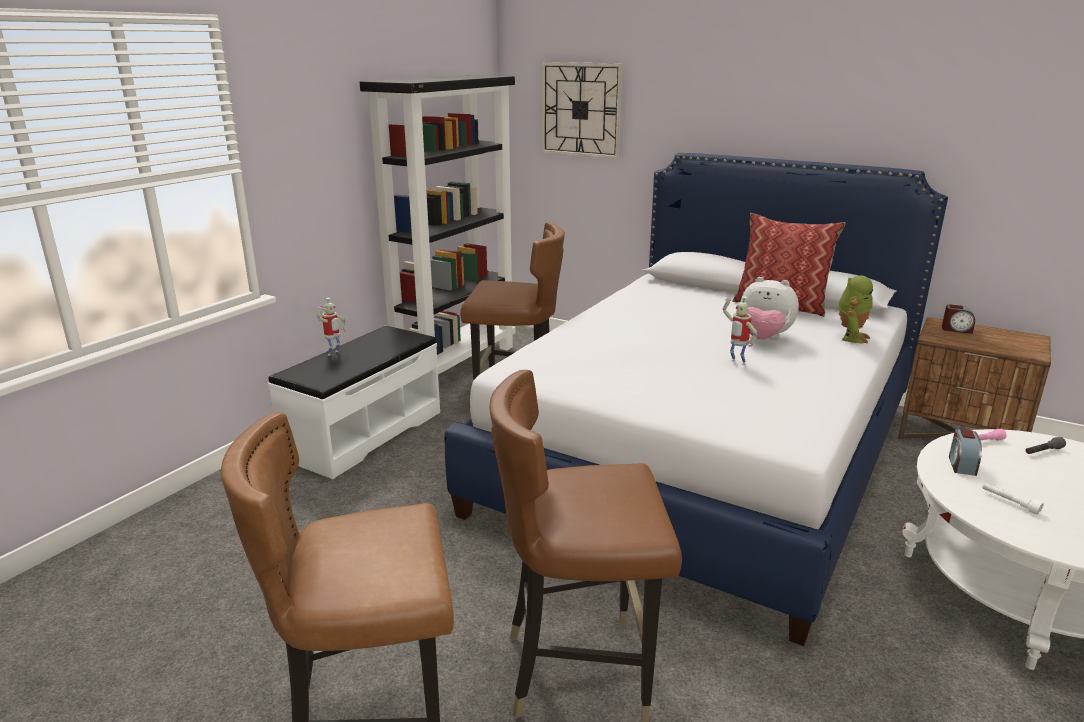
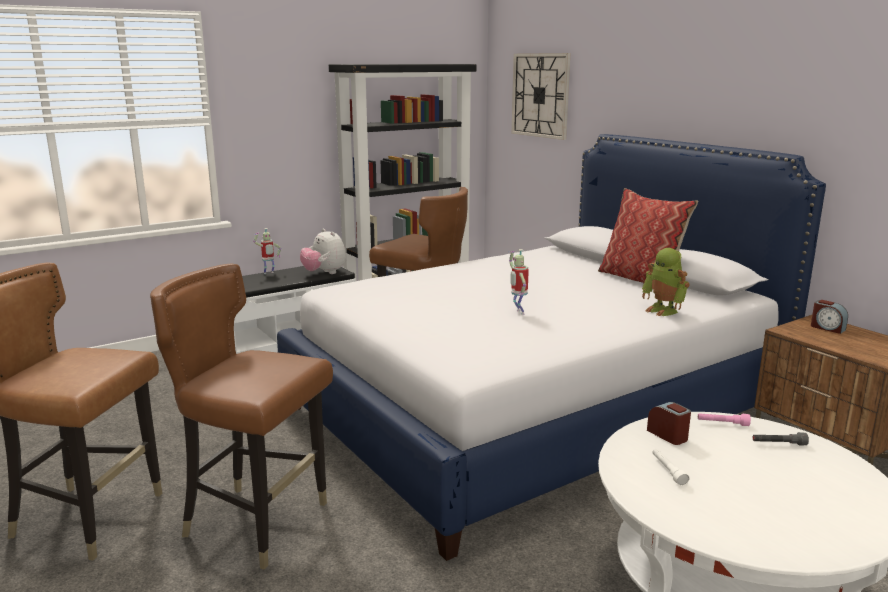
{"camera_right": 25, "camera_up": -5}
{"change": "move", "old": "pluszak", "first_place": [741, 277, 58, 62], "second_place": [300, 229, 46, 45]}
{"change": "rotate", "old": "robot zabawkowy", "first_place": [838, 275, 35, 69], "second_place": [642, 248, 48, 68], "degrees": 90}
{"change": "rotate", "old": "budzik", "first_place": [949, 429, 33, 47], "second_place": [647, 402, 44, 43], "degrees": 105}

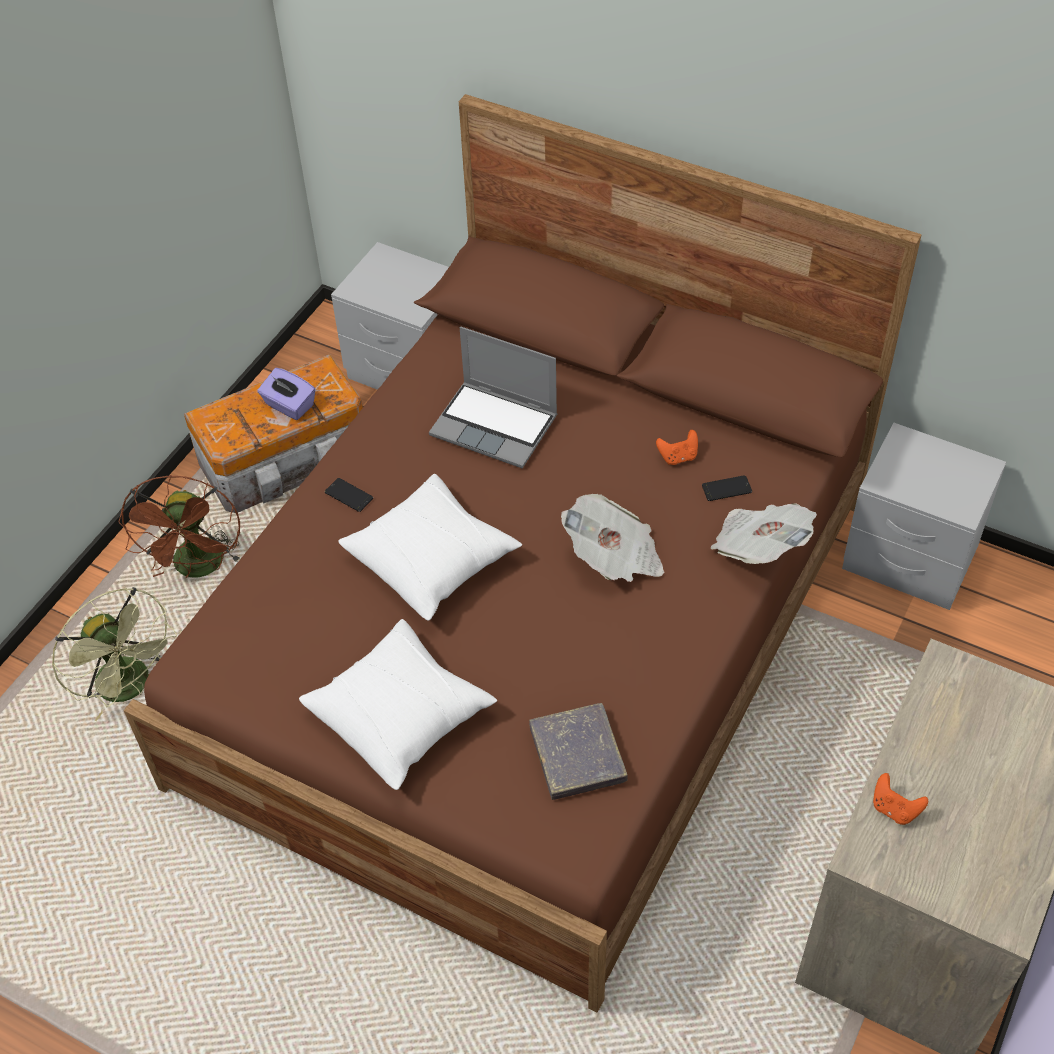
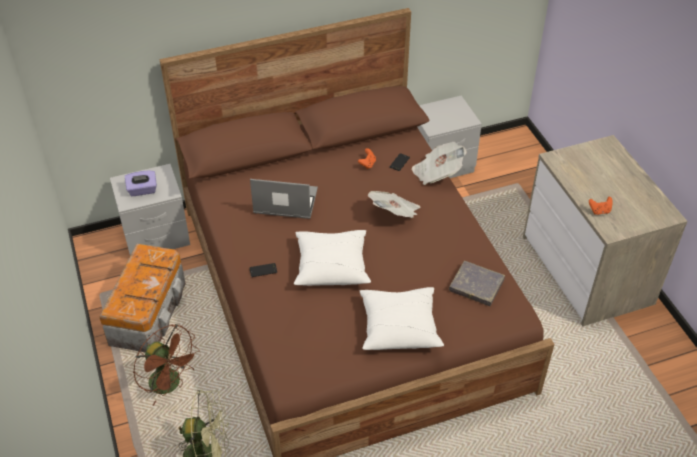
{"camera_right": -50, "camera_up": -5}
{"change": "move", "old": "pudełko chusteczek (fioletowy)", "first_place": [258, 368, 57, 52], "second_place": [125, 170, 32, 26]}
{"change": "rotate", "old": "laptop", "first_place": [429, 327, 128, 141], "second_place": [250, 179, 68, 40], "degrees": -150}

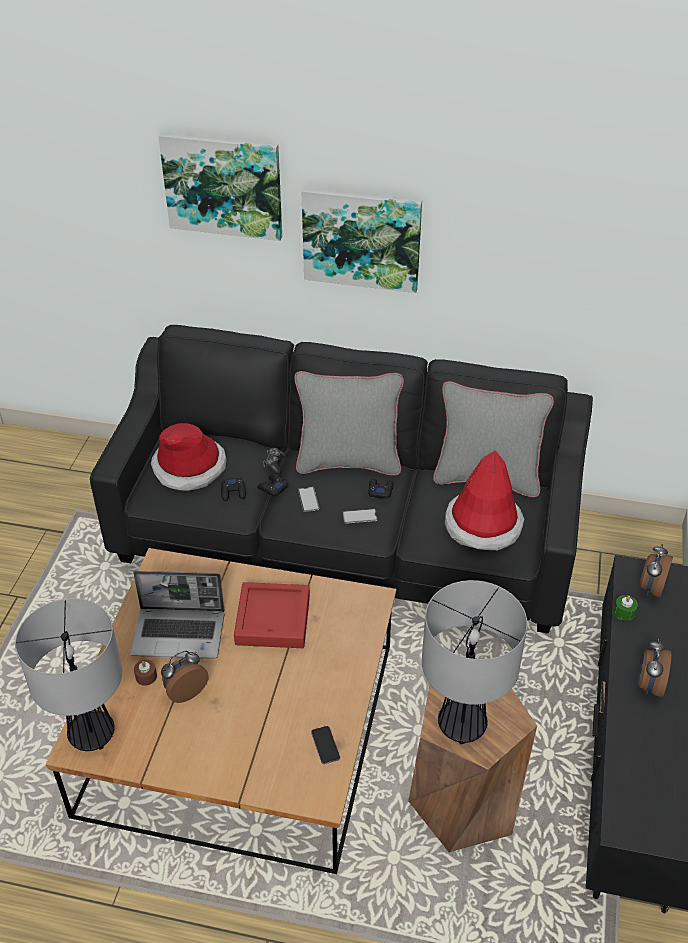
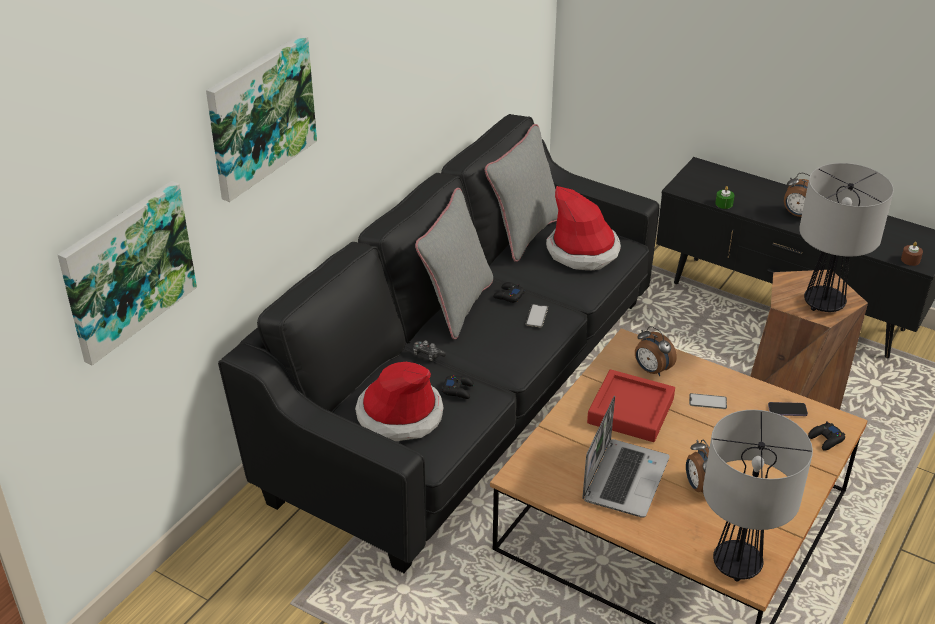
{"camera_right": -70, "camera_up": -5}
{"change": "move", "old": "świeca (brązowy)", "first_place": [134, 660, 23, 26], "second_place": [901, 242, 22, 24]}
{"change": "move", "old": "pad do gier (czarny)", "first_place": [257, 474, 31, 22], "second_place": [808, 421, 38, 30]}
{"change": "move", "old": "telefon", "first_place": [298, 486, 22, 26], "second_place": [689, 393, 38, 16]}
{"change": "move", "old": "obraz", "first_place": [302, 187, 120, 106], "second_place": [57, 181, 140, 184]}
{"change": "move", "old": "budzik", "first_place": [639, 544, 34, 54], "second_place": [635, 326, 42, 50]}

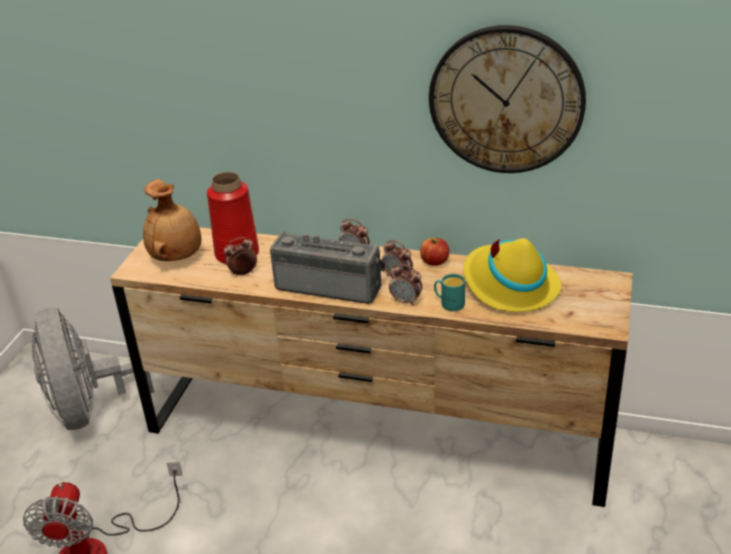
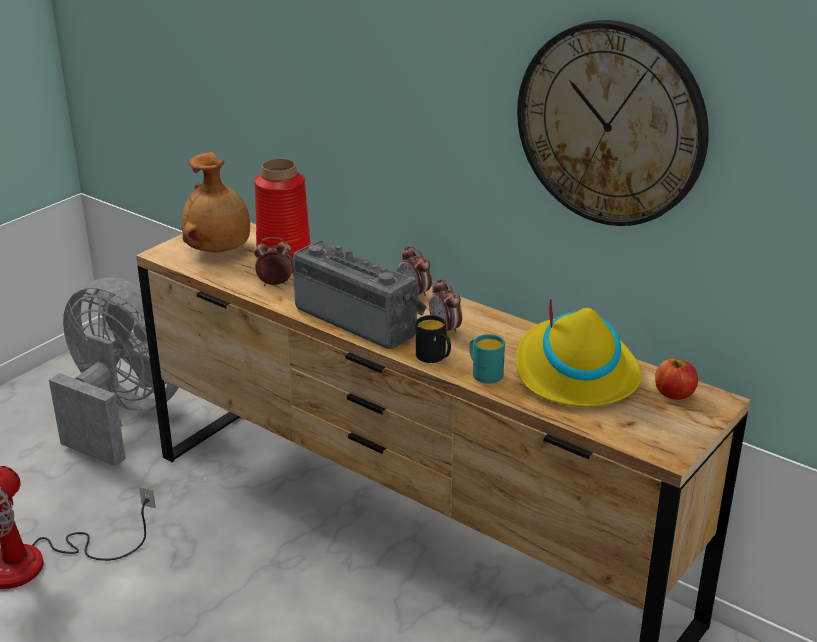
{"camera_right": 20, "camera_up": -5}
{"change": "move", "old": "jabłko", "first_place": [420, 238, 29, 28], "second_place": [655, 359, 43, 41]}
{"change": "replace", "old": "budzik", "new": "kubek (czarny)", "first_place": [389, 264, 33, 42], "second_place": [416, 315, 35, 48]}
{"change": "rotate", "old": "wentylator (szary)", "first_place": [32, 308, 122, 122], "second_place": [49, 278, 130, 189], "degrees": 120}

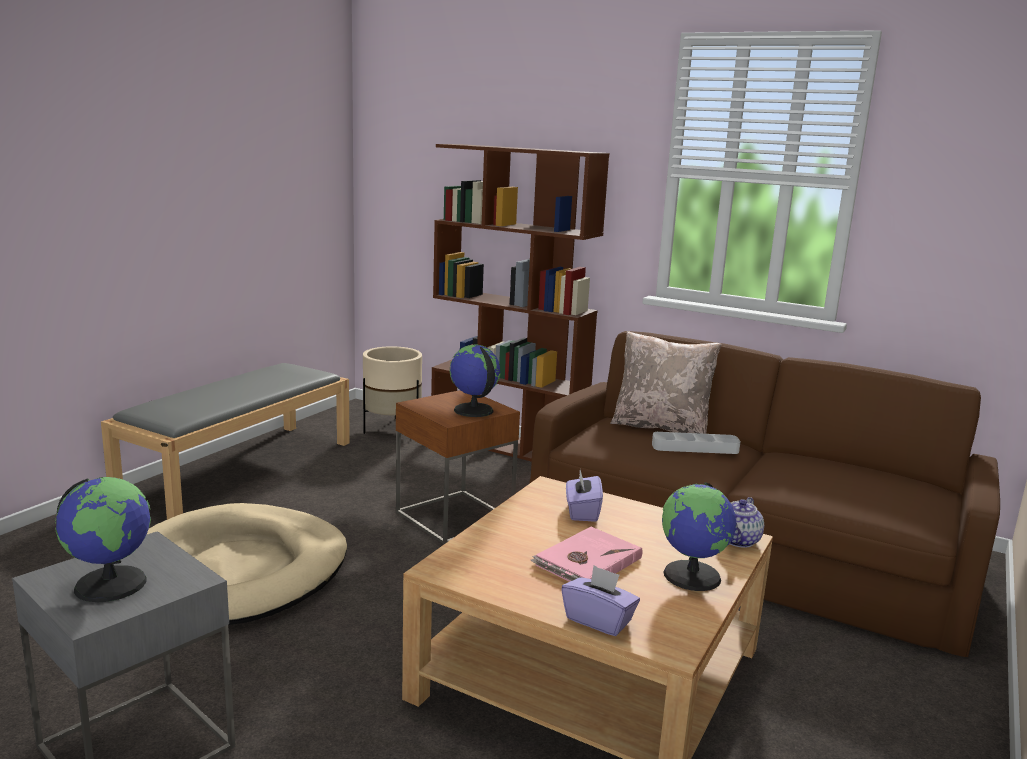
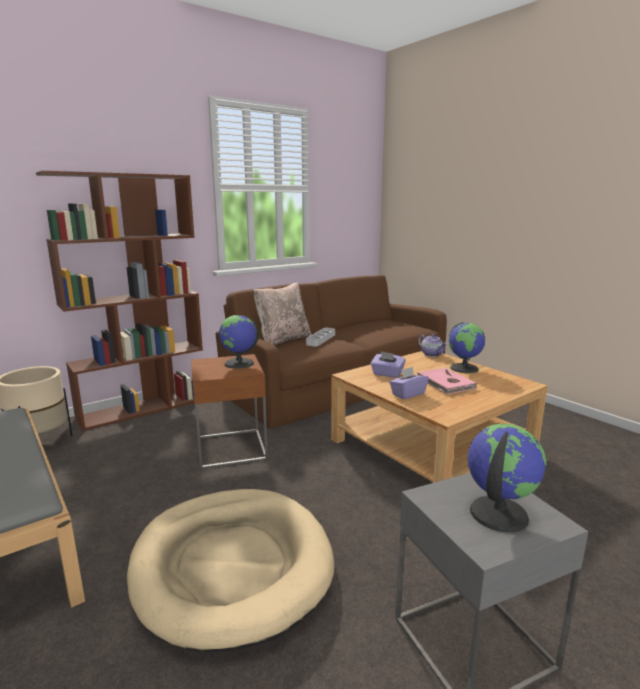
{"camera_right": -65, "camera_up": 0}
{"change": "move", "old": "pudełko chusteczek (fioletowy)", "first_place": [561, 565, 79, 71], "second_place": [389, 367, 40, 32]}

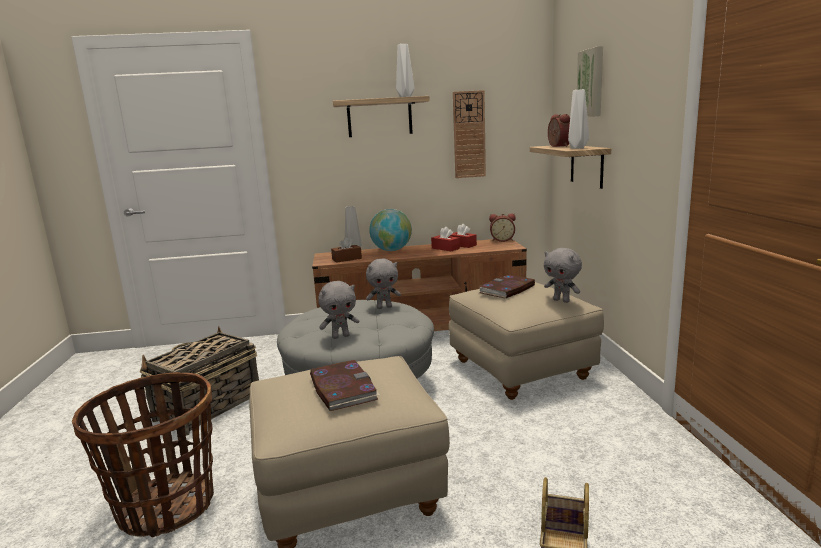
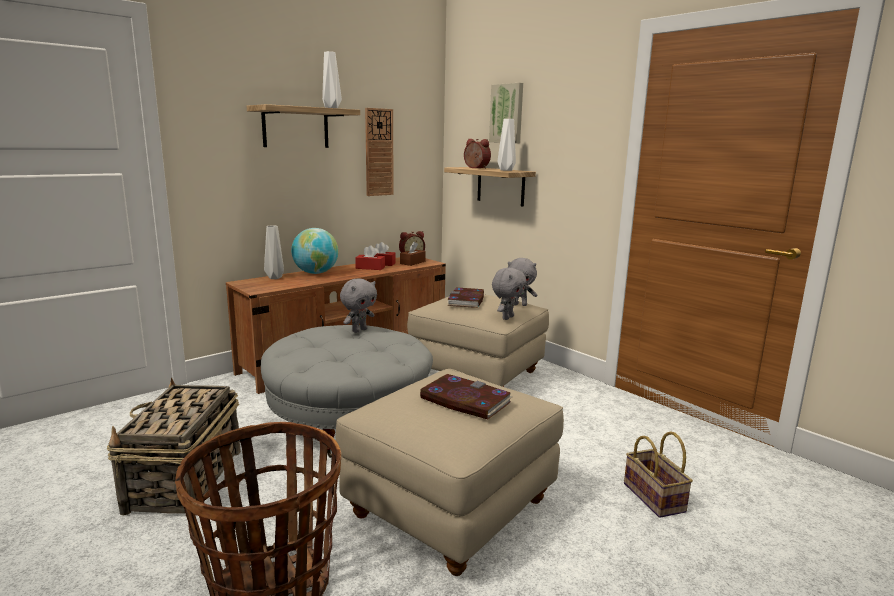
{"camera_right": -35, "camera_up": 0}
{"change": "move", "old": "pluszak (szary)", "first_place": [318, 281, 41, 58], "second_place": [492, 268, 34, 52]}
{"change": "move", "old": "pudełko chusteczek (brązowy)", "first_place": [331, 237, 31, 26], "second_place": [400, 242, 26, 24]}

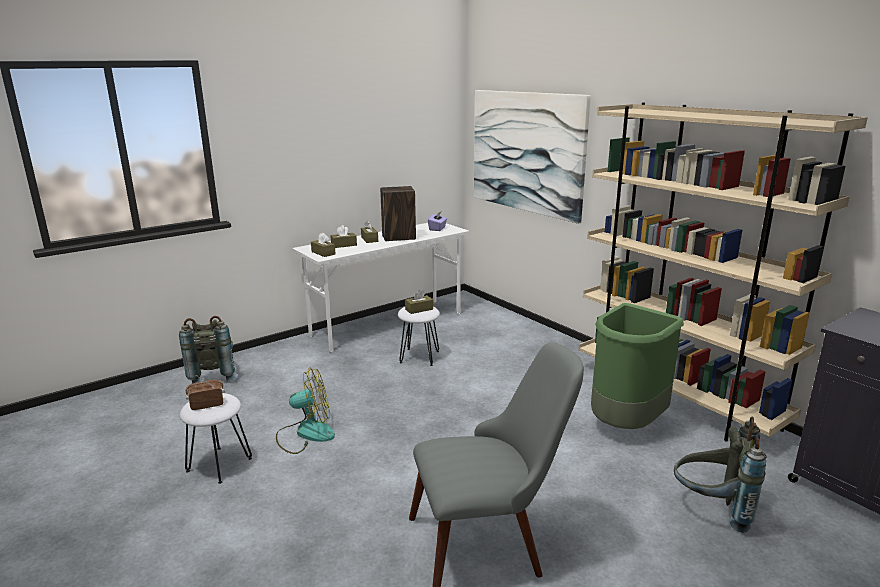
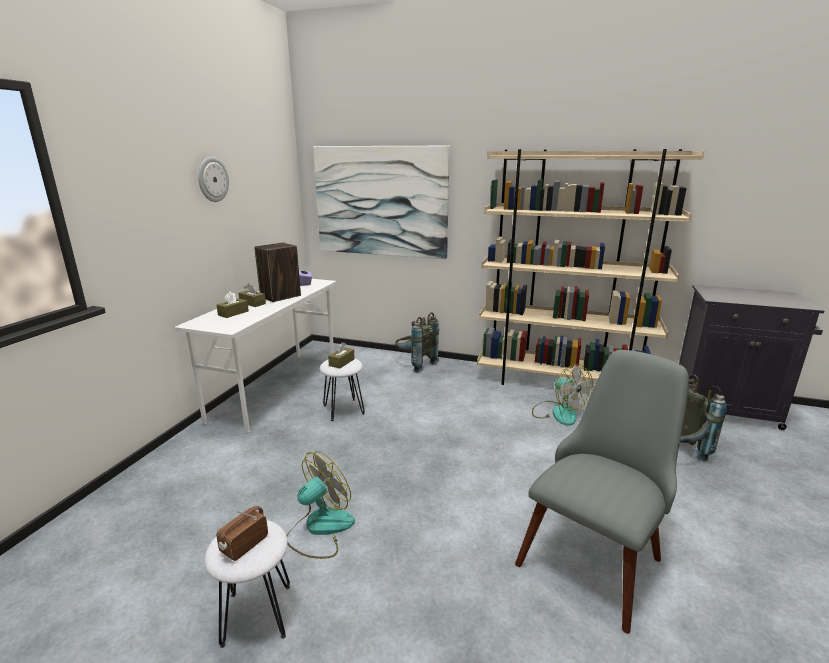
{"camera_right": -35, "camera_up": 0}
{"change": "delete", "old": "pudełko chusteczek (brązowy)", "first_place": [311, 233, 25, 24]}
{"change": "insert", "new": "zegar ścienny", "second_place": [198, 157, 31, 45]}
{"change": "move", "old": "plecak (szary)", "first_place": [179, 316, 59, 68], "second_place": [395, 312, 44, 60]}
{"change": "replace", "old": "kosz na śmieci (zielony)", "new": "wentylator", "first_place": [591, 303, 93, 126], "second_place": [532, 364, 61, 62]}

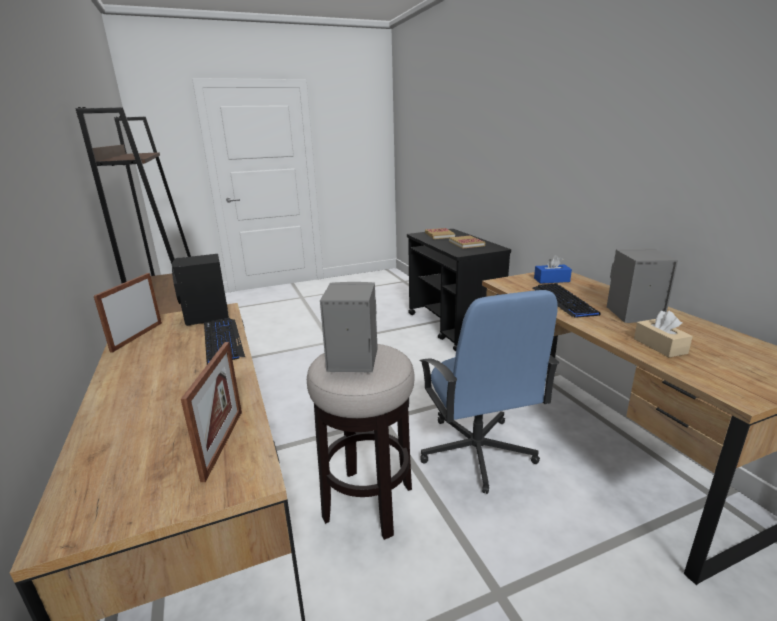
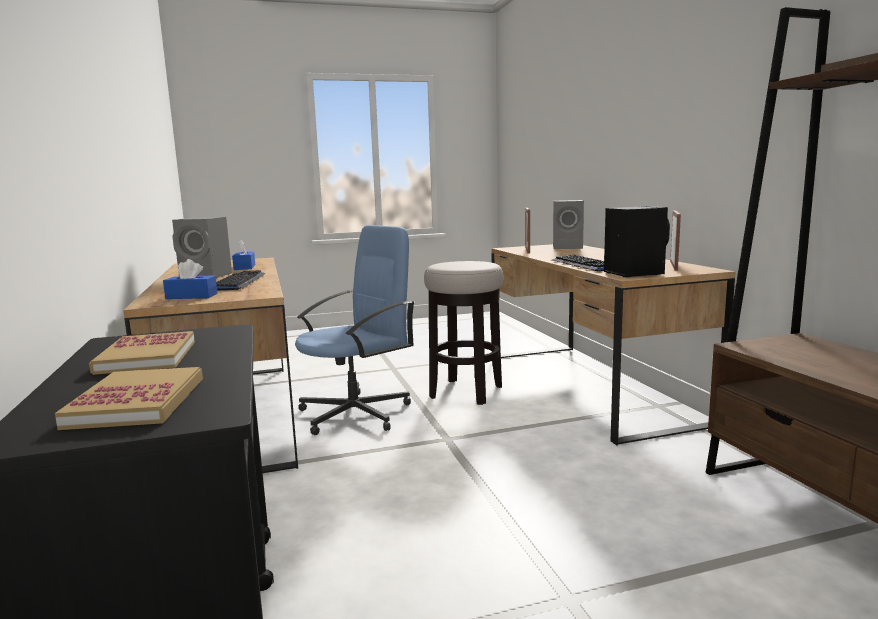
{"camera_right": -175, "camera_up": -10}
{"change": "move", "old": "głośnik (szary)", "first_place": [320, 282, 58, 91], "second_place": [553, 200, 31, 49]}
{"change": "recolor", "old": "pudełko chusteczek (beżowy)", "new": "pudełko chusteczek (niebieski)", "first_place": [634, 311, 59, 47], "second_place": [232, 240, 23, 30]}
{"change": "rotate", "old": "krzesło biurowe (niebieski)", "first_place": [419, 290, 140, 204], "second_place": [295, 225, 120, 210], "degrees": 60}

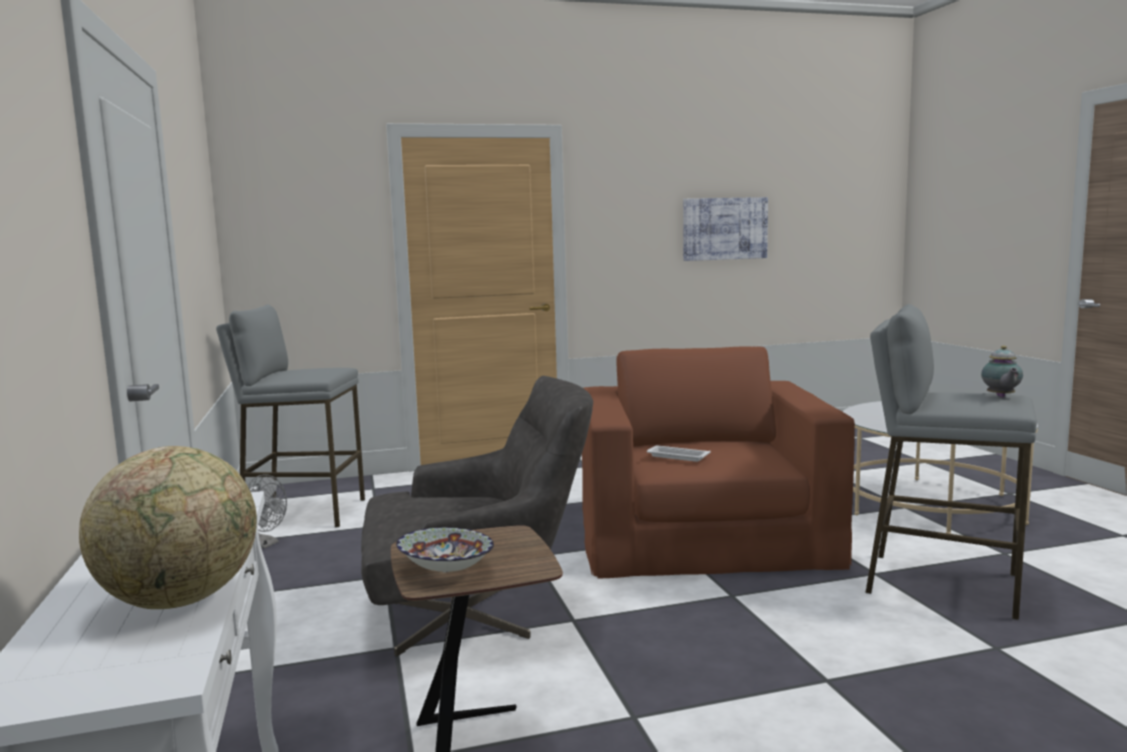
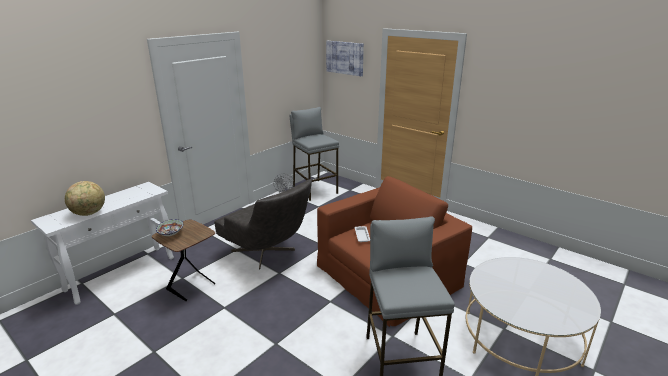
{"camera_right": 55, "camera_up": 15}
{"change": "delete", "old": "imbryk", "first_place": [981, 346, 42, 52]}
{"change": "move", "old": "obraz", "first_place": [683, 197, 85, 64], "second_place": [326, 41, 38, 35]}

